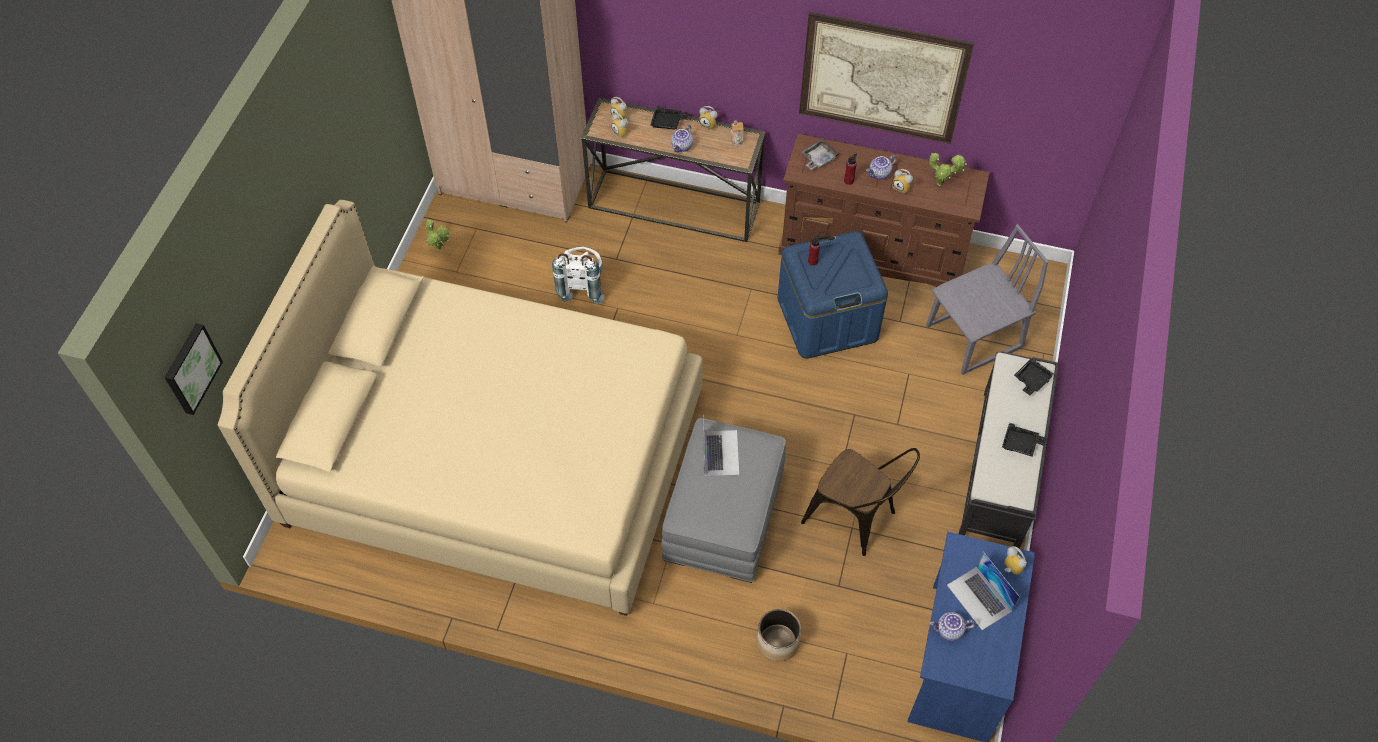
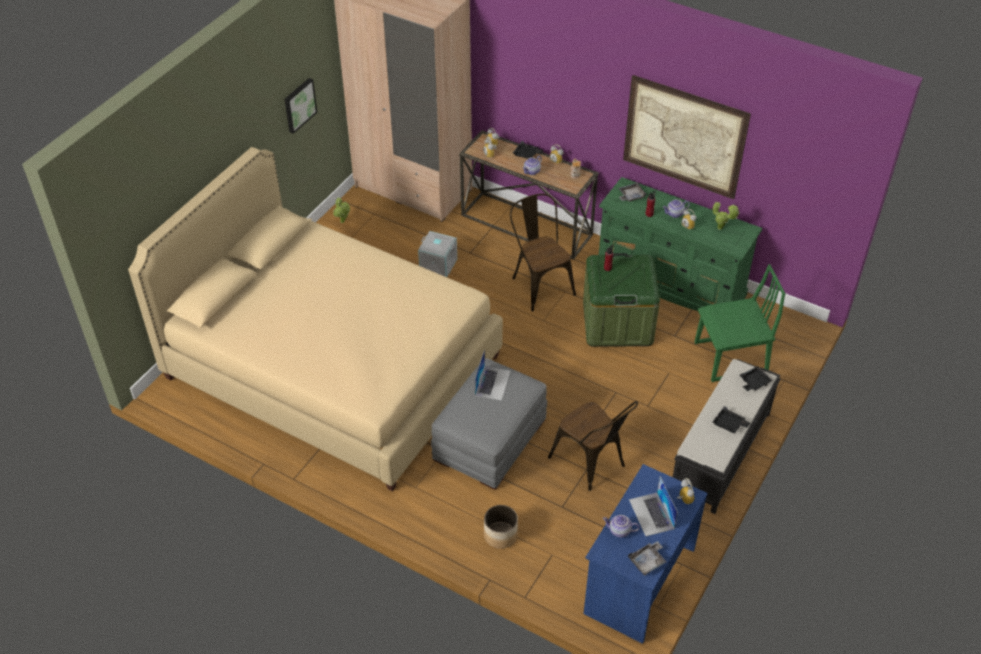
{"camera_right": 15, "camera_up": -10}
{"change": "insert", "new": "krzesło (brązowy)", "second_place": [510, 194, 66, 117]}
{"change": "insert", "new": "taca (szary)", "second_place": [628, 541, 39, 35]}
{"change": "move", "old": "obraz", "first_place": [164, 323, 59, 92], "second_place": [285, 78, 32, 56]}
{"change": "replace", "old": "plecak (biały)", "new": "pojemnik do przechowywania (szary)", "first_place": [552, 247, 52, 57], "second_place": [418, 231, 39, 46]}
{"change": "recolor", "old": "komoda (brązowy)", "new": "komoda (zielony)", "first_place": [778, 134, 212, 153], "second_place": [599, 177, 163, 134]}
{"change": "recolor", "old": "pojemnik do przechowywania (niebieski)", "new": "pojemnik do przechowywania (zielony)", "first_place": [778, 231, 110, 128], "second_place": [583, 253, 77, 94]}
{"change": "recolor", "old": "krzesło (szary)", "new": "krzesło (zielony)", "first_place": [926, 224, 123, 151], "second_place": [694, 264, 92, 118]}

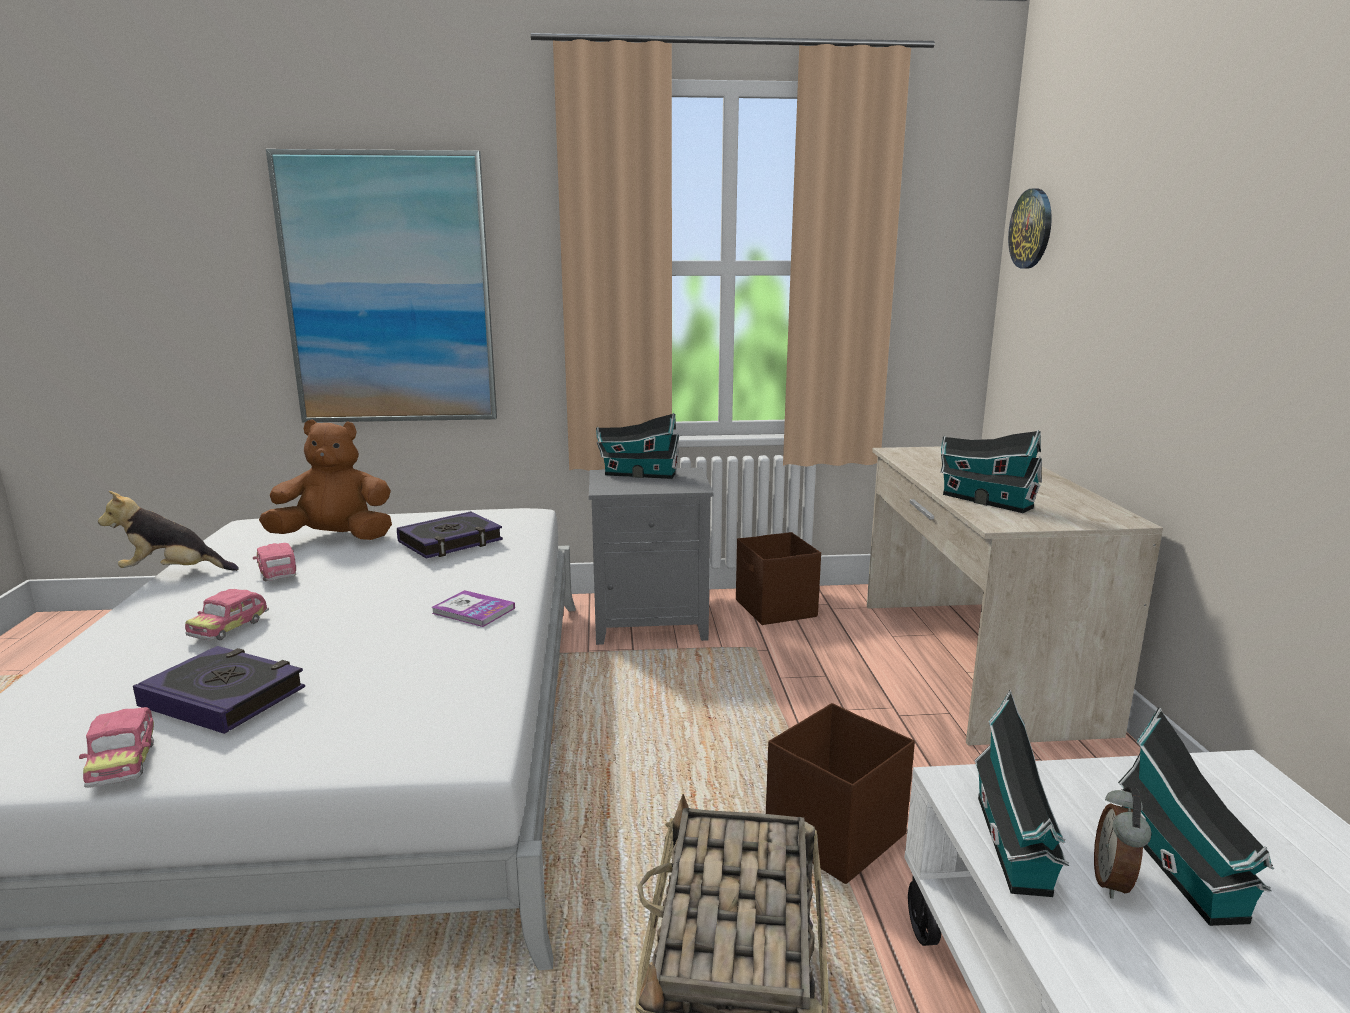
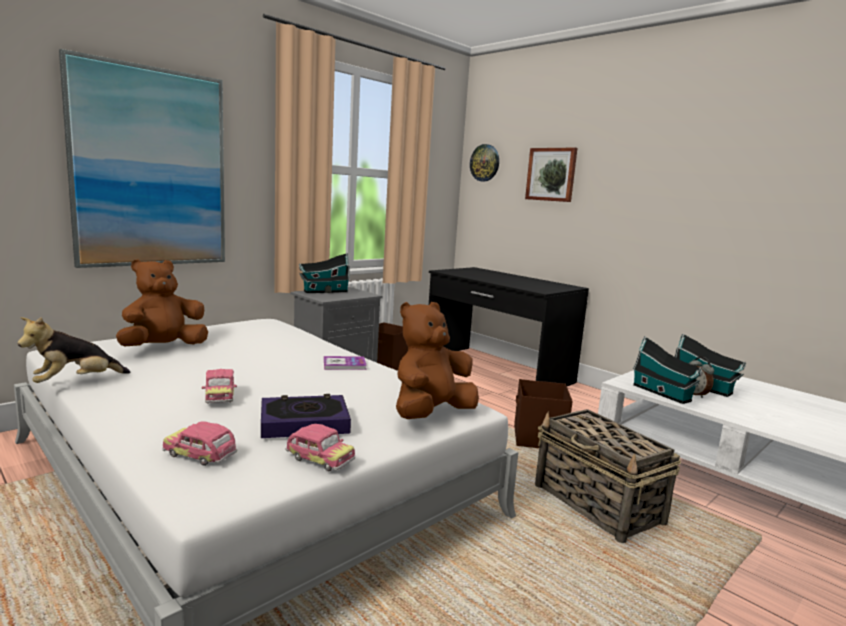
{"camera_right": -40, "camera_up": -5}
{"change": "delete", "old": "książka", "first_place": [397, 511, 106, 48]}
{"change": "delete", "old": "domek", "first_place": [940, 430, 102, 83]}
{"change": "insert", "new": "pluszak (brązowy)", "second_place": [396, 302, 83, 117]}
{"change": "insert", "new": "obraz", "second_place": [525, 148, 53, 54]}
{"change": "move", "old": "samochodzik", "first_place": [253, 543, 43, 39], "second_place": [162, 421, 76, 45]}
{"change": "recolor", "old": "biurko (beżowy)", "new": "biurko (czarny)", "first_place": [867, 446, 296, 299], "second_place": [429, 267, 160, 119]}

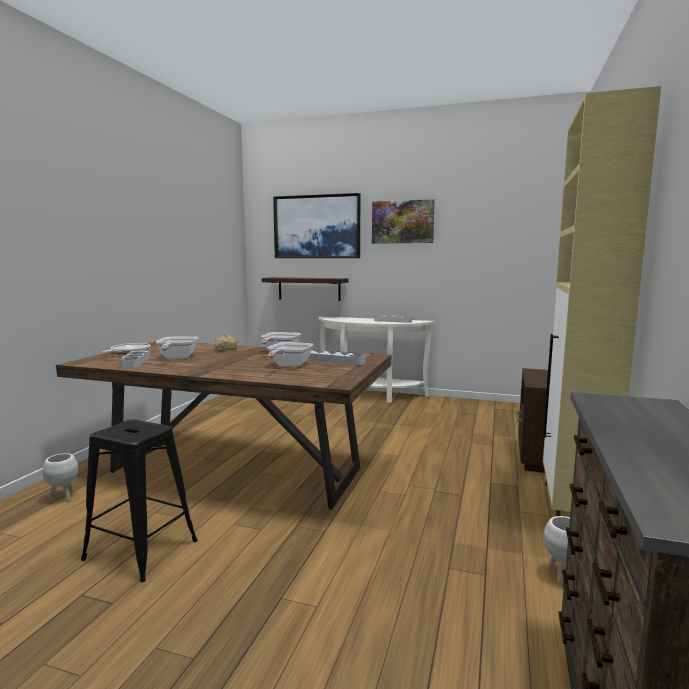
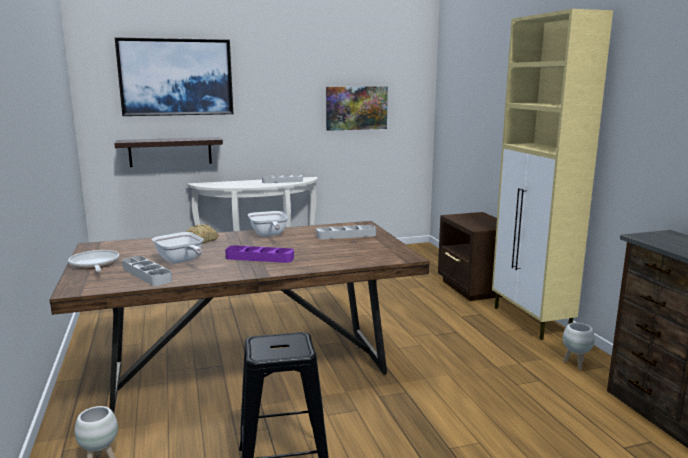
{"camera_right": -35, "camera_up": 5}
{"change": "delete", "old": "patelnia", "first_place": [268, 342, 45, 25]}
{"change": "insert", "new": "taca (fioletowy)", "second_place": [225, 245, 69, 18]}
{"change": "move", "old": "obraz", "first_place": [372, 199, 63, 44], "second_place": [326, 86, 62, 45]}

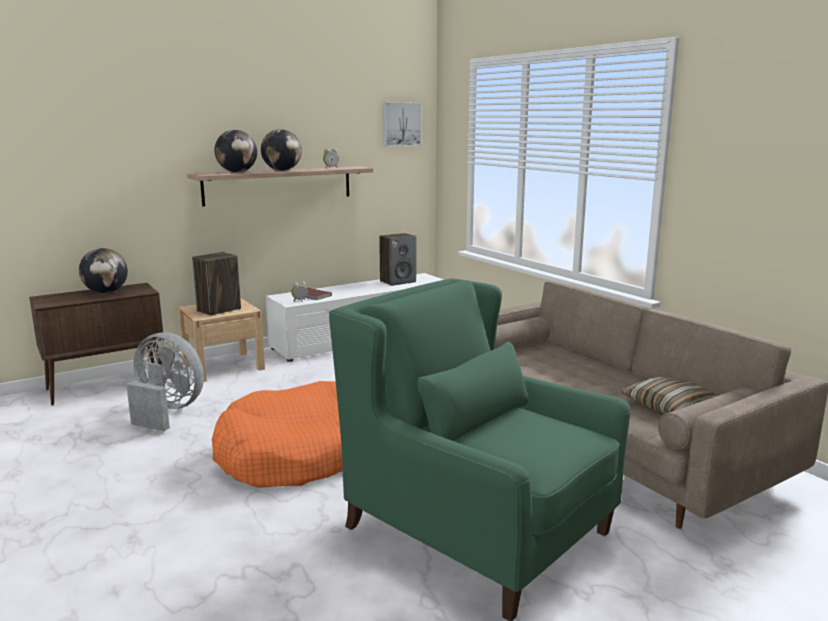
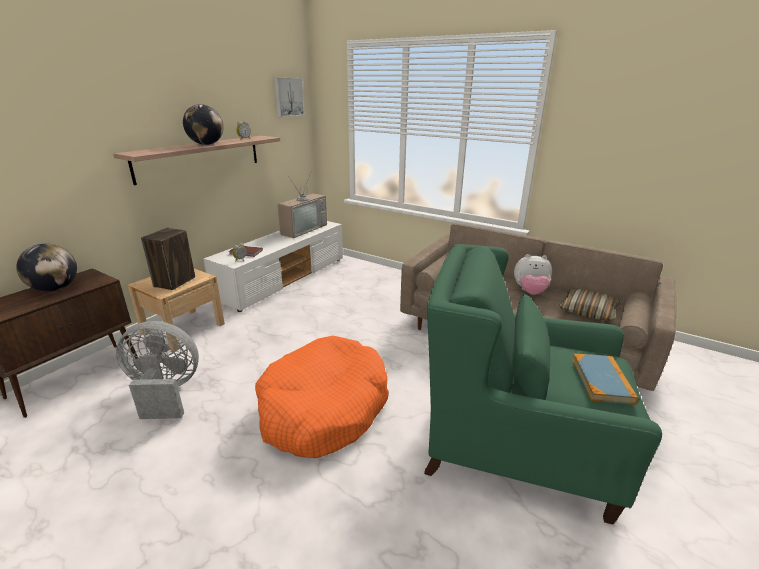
{"camera_right": -25, "camera_up": 10}
{"change": "delete", "old": "globus", "first_place": [215, 130, 42, 43]}
{"change": "insert", "new": "pluszak", "second_place": [514, 254, 38, 41]}
{"change": "insert", "new": "książka", "second_place": [572, 354, 66, 51]}
{"change": "replace", "old": "głośnik", "new": "telewizor", "first_place": [379, 233, 37, 53], "second_place": [277, 170, 50, 68]}

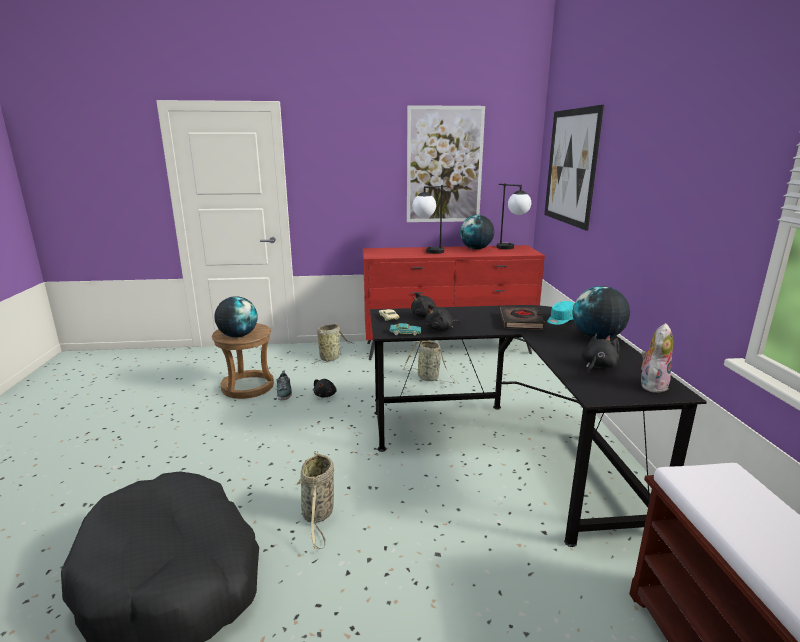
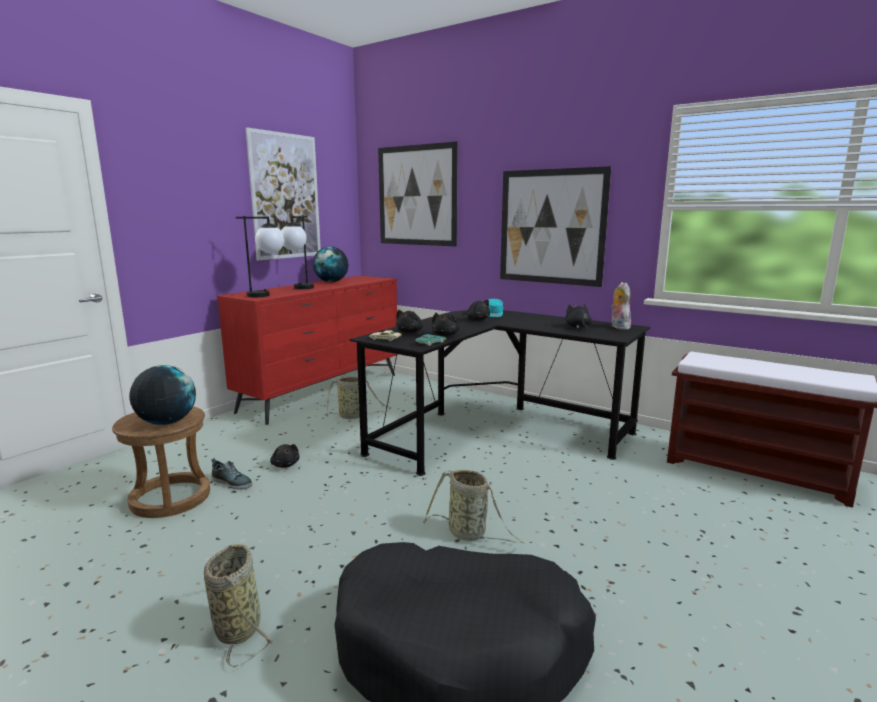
{"camera_right": -50, "camera_up": -5}
{"change": "delete", "old": "globus", "first_place": [573, 286, 57, 53]}
{"change": "insert", "new": "obraz", "second_place": [500, 166, 111, 121]}
{"change": "move", "old": "koszyk", "first_place": [314, 324, 36, 40], "second_place": [204, 544, 70, 123]}
{"change": "move", "old": "lampa stołowa", "first_place": [497, 183, 34, 66], "second_place": [236, 216, 48, 81]}
{"change": "replace", "old": "książka (czarny)", "new": "pluszak (czarny)", "first_place": [500, 306, 45, 24], "second_place": [462, 300, 28, 21]}

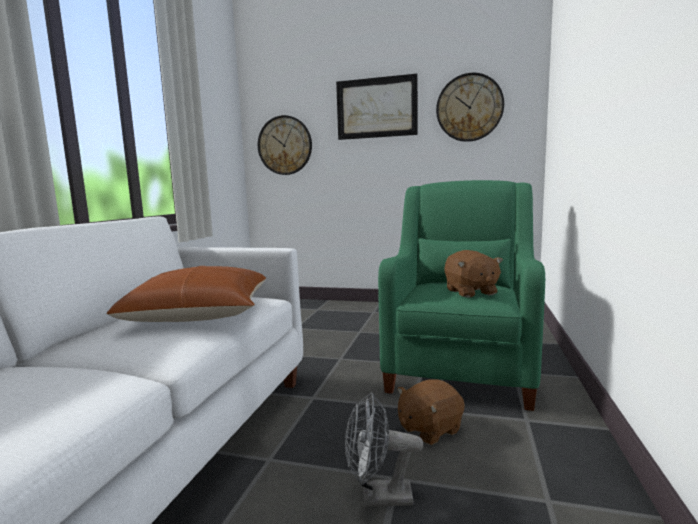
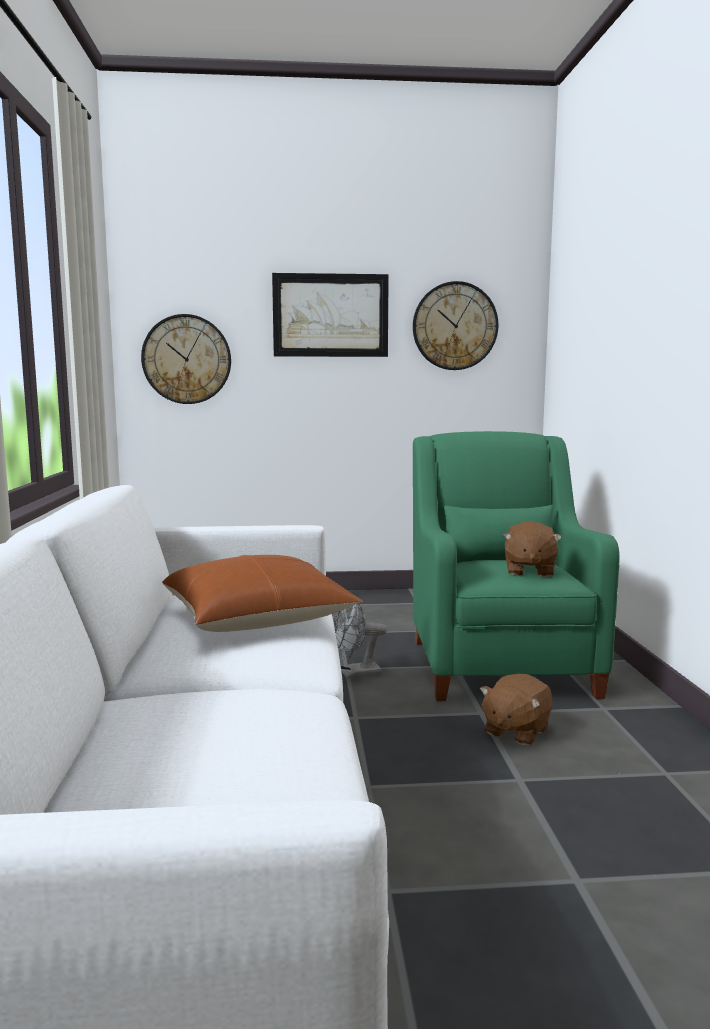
{"camera_right": -20, "camera_up": 0}
{"change": "move", "old": "wentylator (szary)", "first_place": [345, 392, 78, 115], "second_place": [332, 604, 55, 75]}
{"change": "rotate", "old": "pluszak (brązowy)", "first_place": [444, 250, 59, 48], "second_place": [503, 521, 59, 56], "degrees": 45}

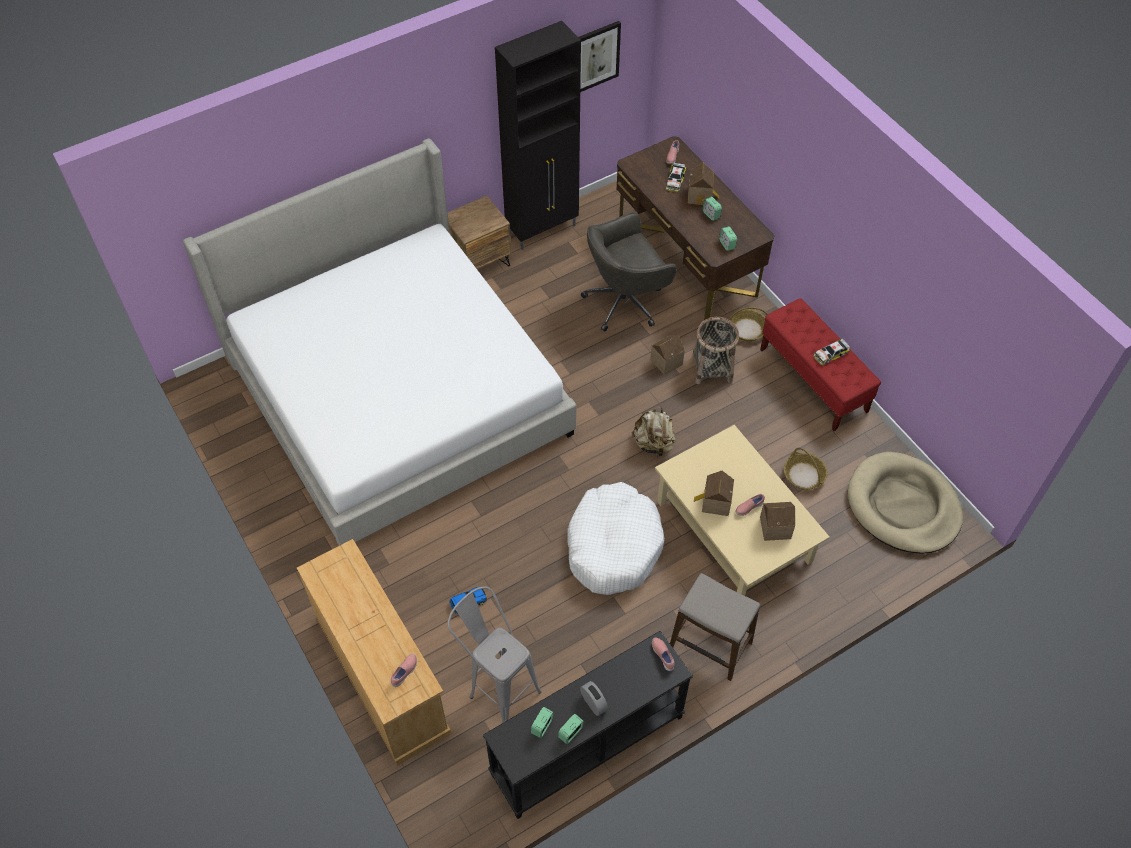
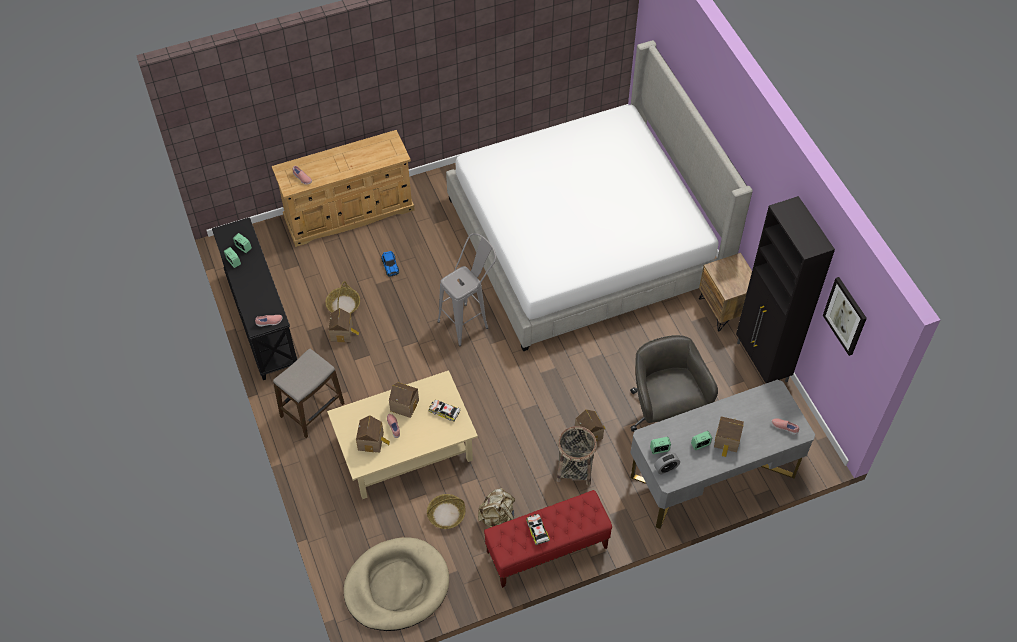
{"camera_right": 100, "camera_up": 0}
{"change": "delete", "old": "legowisko (biały)", "first_place": [568, 482, 97, 113]}
{"change": "insert", "new": "domek", "second_place": [328, 308, 31, 34]}
{"change": "move", "old": "stołek (szary)", "first_place": [447, 586, 94, 137], "second_place": [437, 233, 59, 113]}
{"change": "move", "old": "budzik", "first_place": [580, 681, 28, 35], "second_place": [654, 453, 26, 21]}
{"change": "move", "old": "plecak (beżowy)", "first_place": [632, 407, 44, 49], "second_place": [478, 488, 37, 40]}
{"change": "move", "old": "samochodzik", "first_place": [666, 163, 20, 29], "second_place": [428, 400, 32, 22]}
{"change": "move", "old": "koszyk", "first_place": [729, 307, 39, 34], "second_place": [325, 281, 35, 33]}
{"change": "recolor", "old": "biurko (brązowy)", "new": "biurko (szary)", "first_place": [617, 136, 158, 184], "second_place": [631, 380, 184, 149]}

